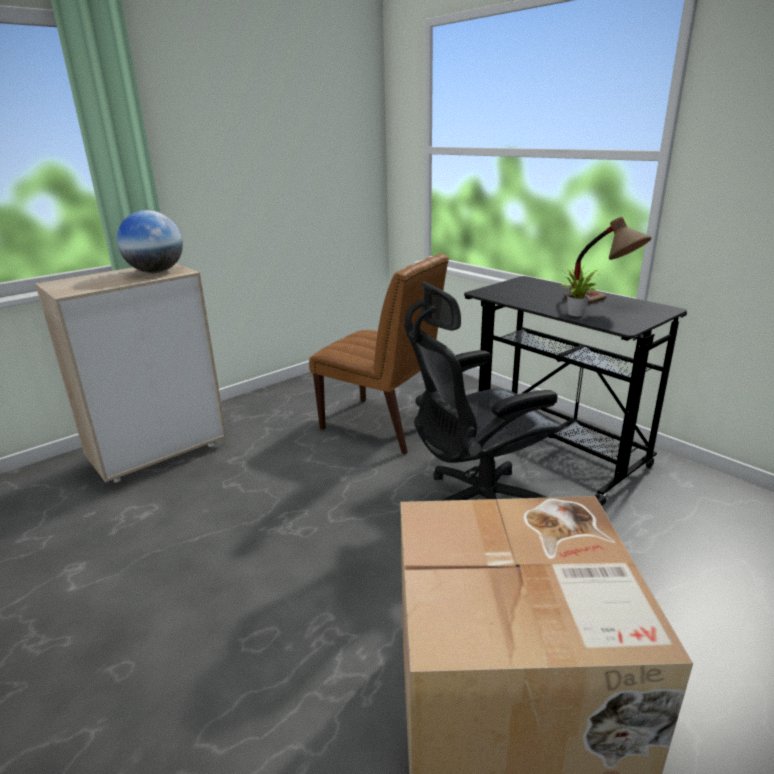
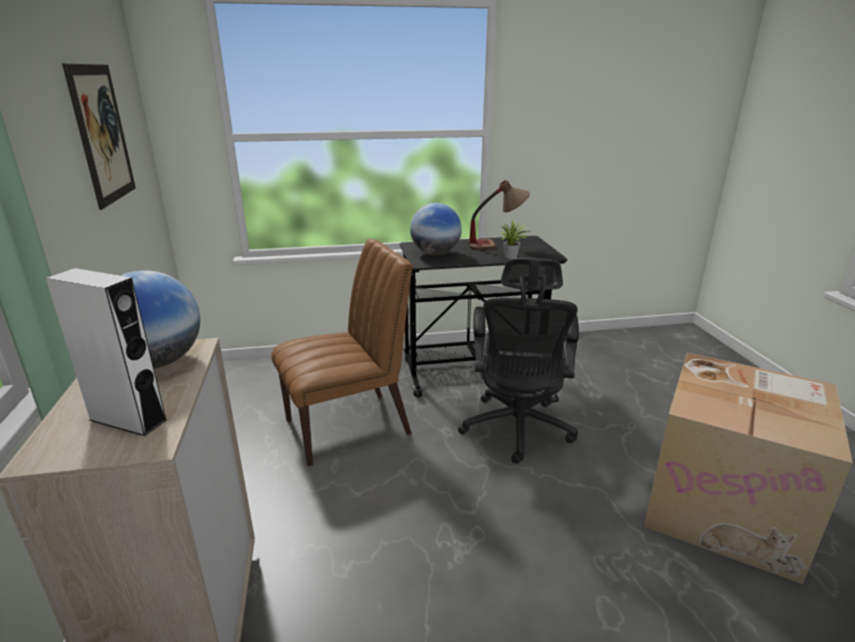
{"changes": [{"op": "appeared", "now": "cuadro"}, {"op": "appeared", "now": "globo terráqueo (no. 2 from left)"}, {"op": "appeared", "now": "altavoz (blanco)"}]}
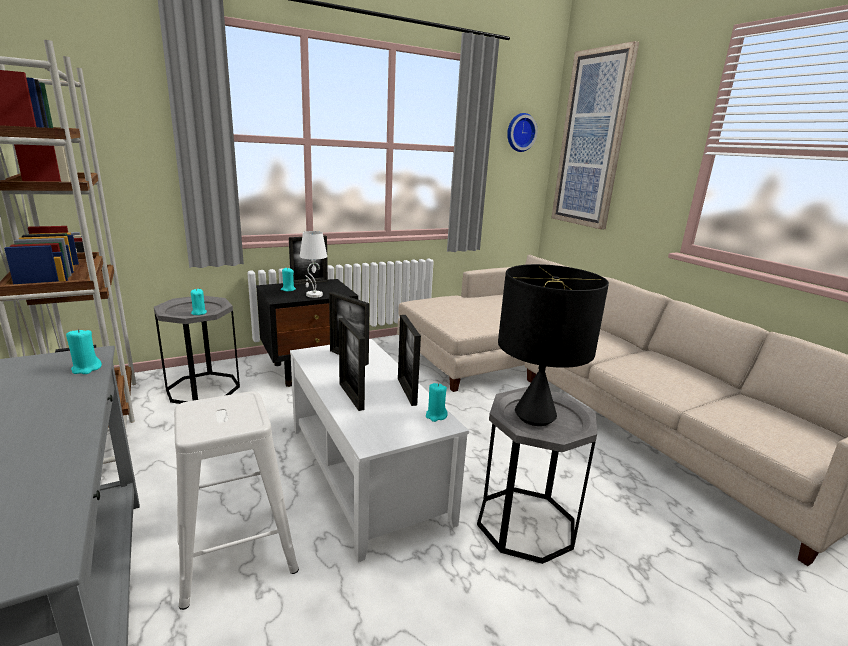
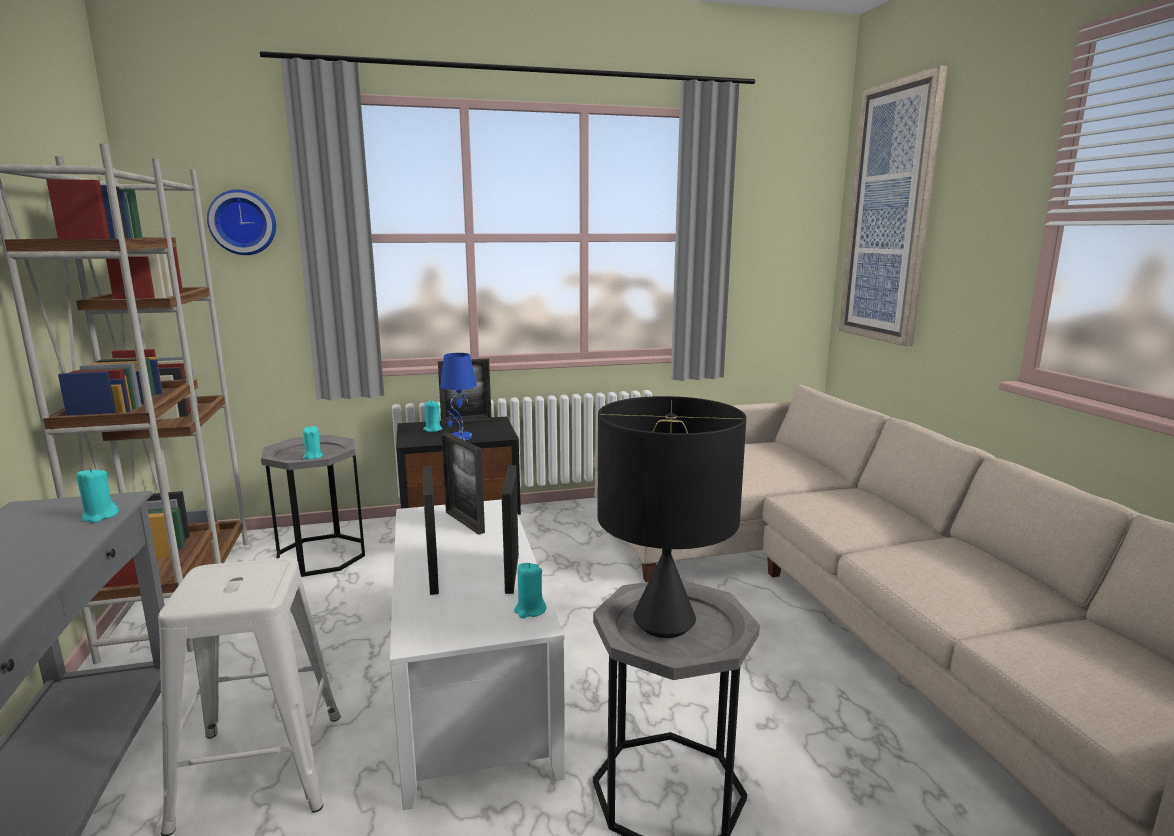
{"changes": [{"op": "relocated", "was": "reloj de pared"}, {"op": "colour", "was": "lámpara de mesa (blanco)", "now": "lámpara de mesa (azul)"}]}
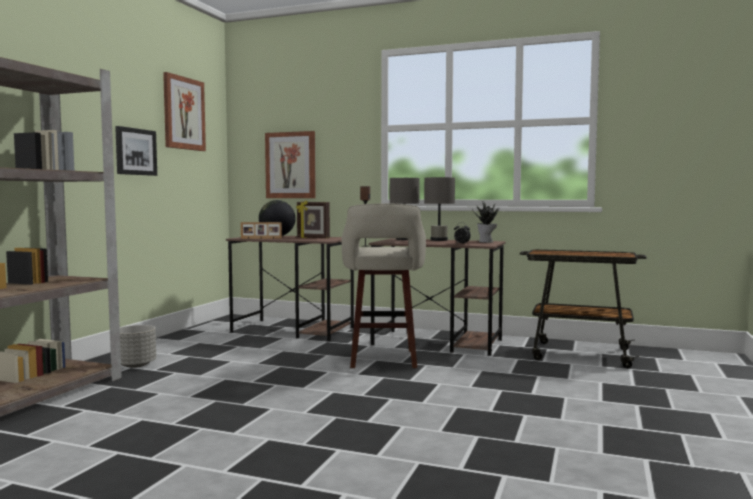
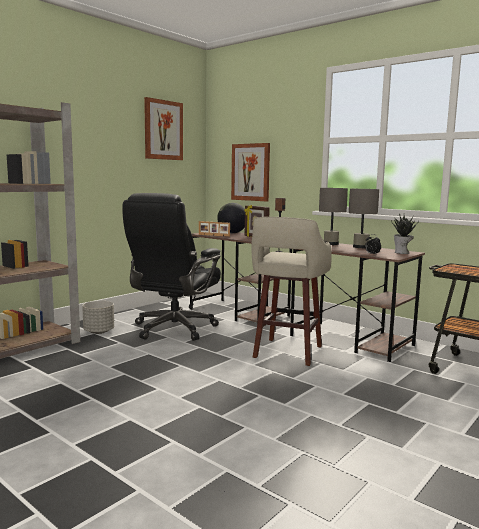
{"changes": [{"op": "missing", "was": "cuadro (no. 1 from left)"}, {"op": "appeared", "now": "silla de oficina (negro)"}]}
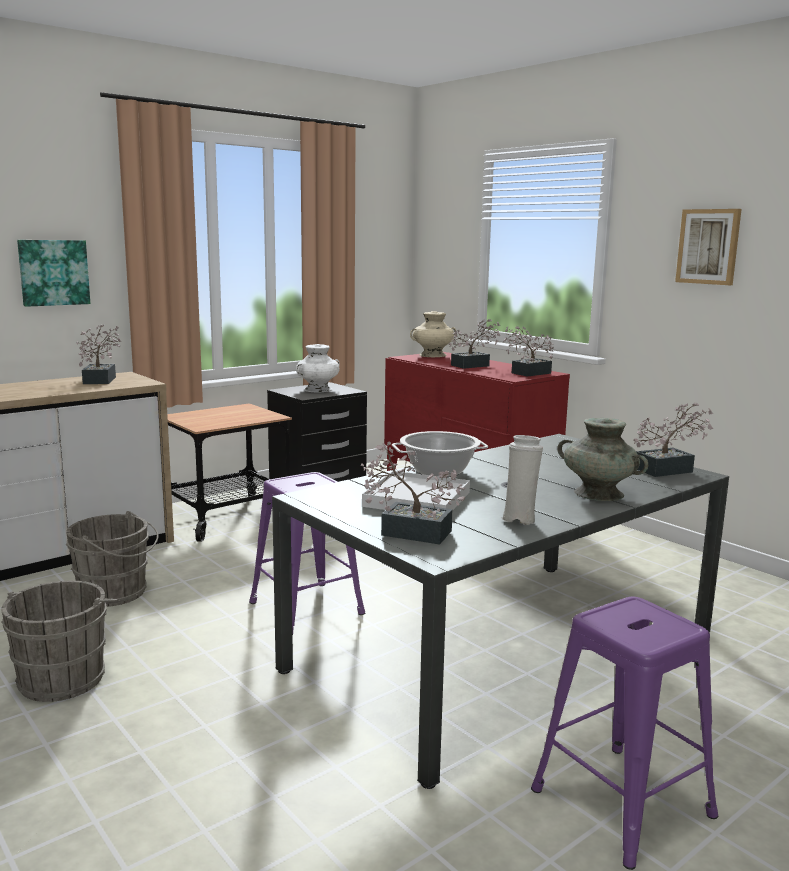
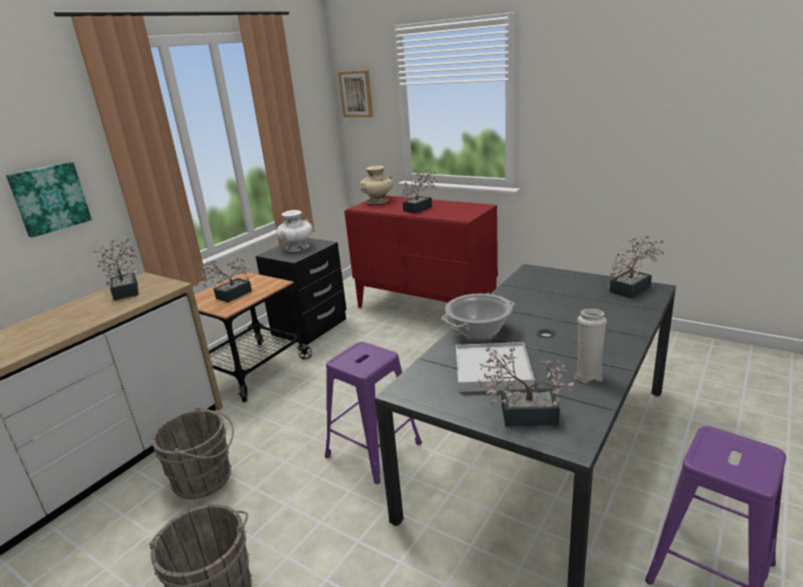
{"changes": [{"op": "relocated", "was": "cuadro (no. 2 from left)"}, {"op": "relocated", "was": "planta en maceta (no. 4 from left in the first image)", "now": "planta en maceta (no. 2 from left)"}, {"op": "missing", "was": "florero (turquesa)"}]}
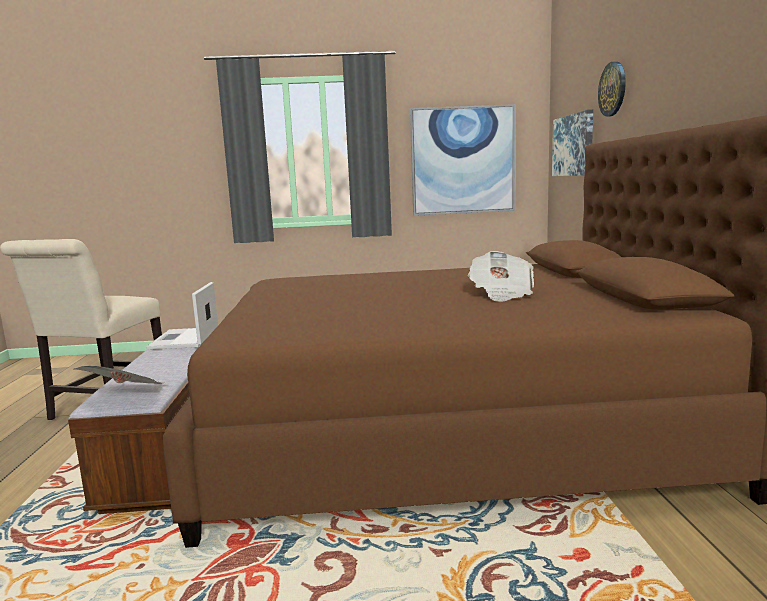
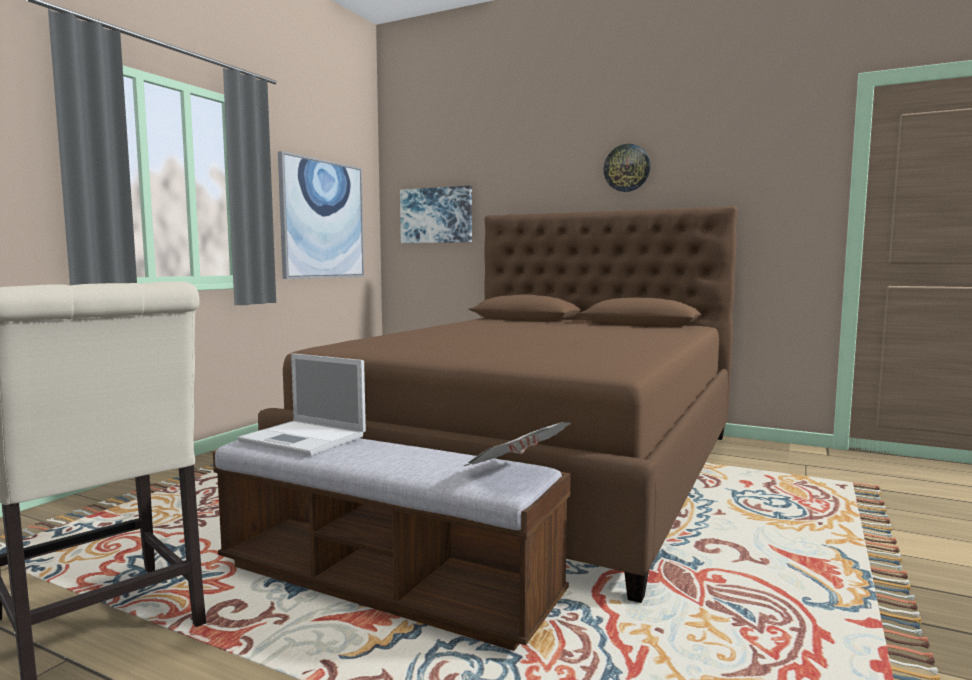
{"changes": [{"op": "relocated", "was": "reloj de pared"}, {"op": "missing", "was": "periódico (no. 2 from left)"}]}
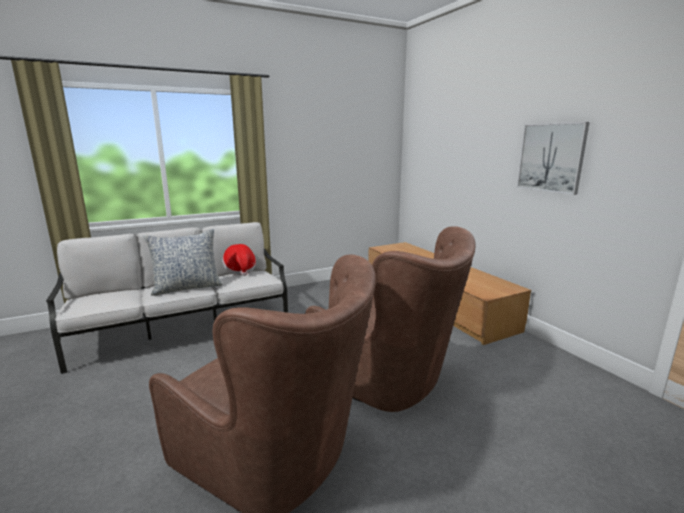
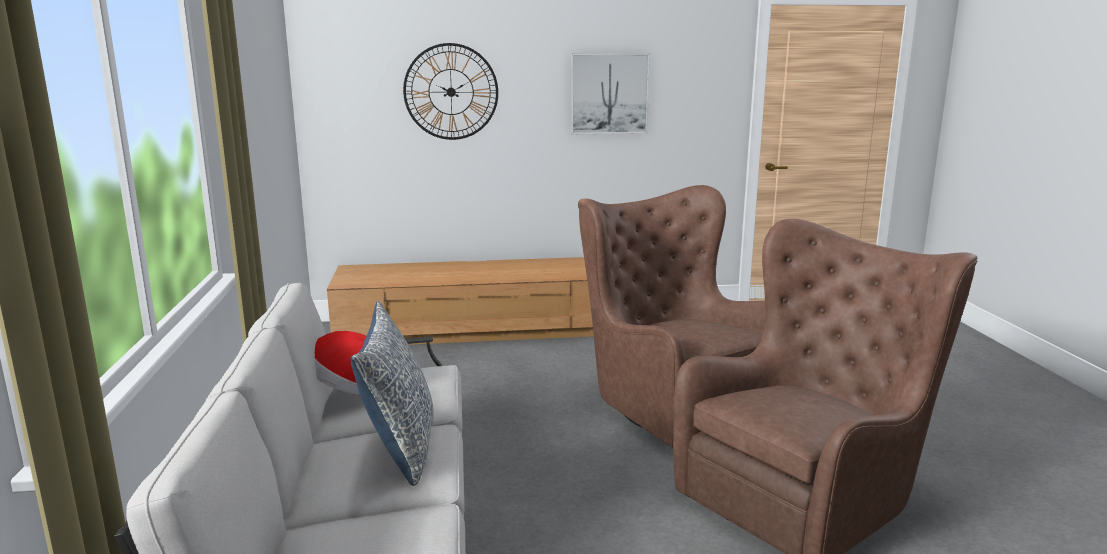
{"changes": [{"op": "spun", "was": "sillón (marrón) (no. 2 from left in the first image)", "clockwise": -90}, {"op": "appeared", "now": "reloj de pared"}]}
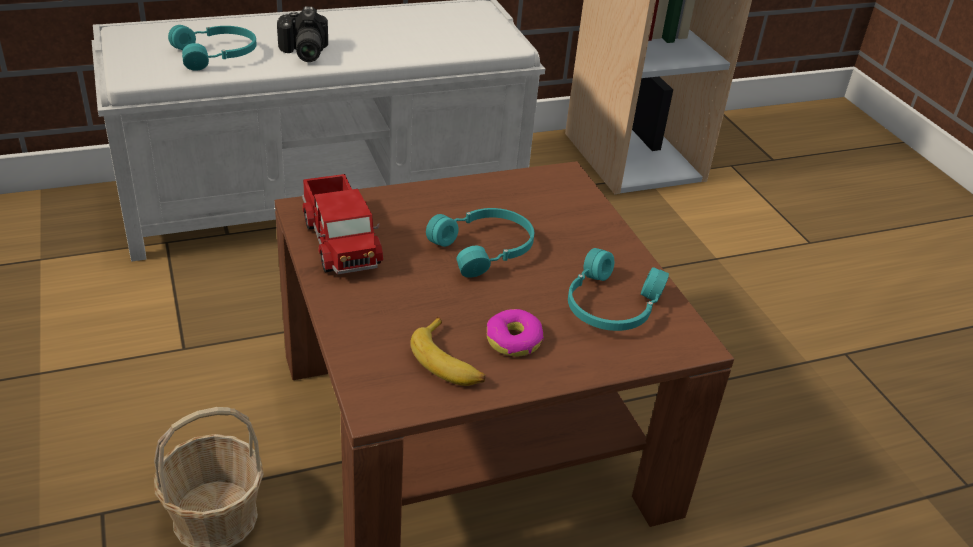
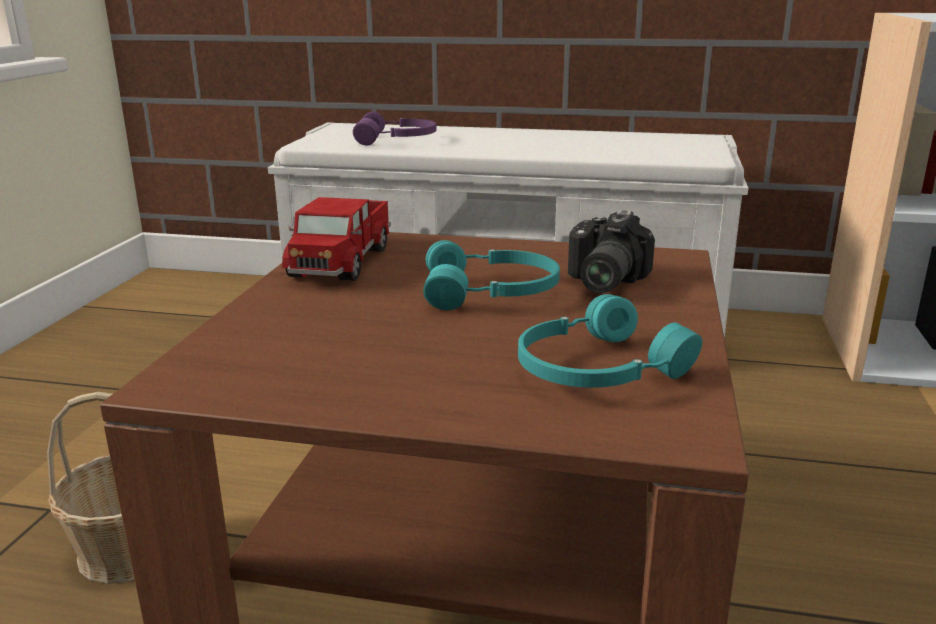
{"changes": [{"op": "relocated", "was": "cámara"}, {"op": "colour", "was": "auriculares (turquesa) (no. 1 from left)", "now": "auriculares (morado)"}, {"op": "missing", "was": "rosquilla"}, {"op": "missing", "was": "plátano"}]}
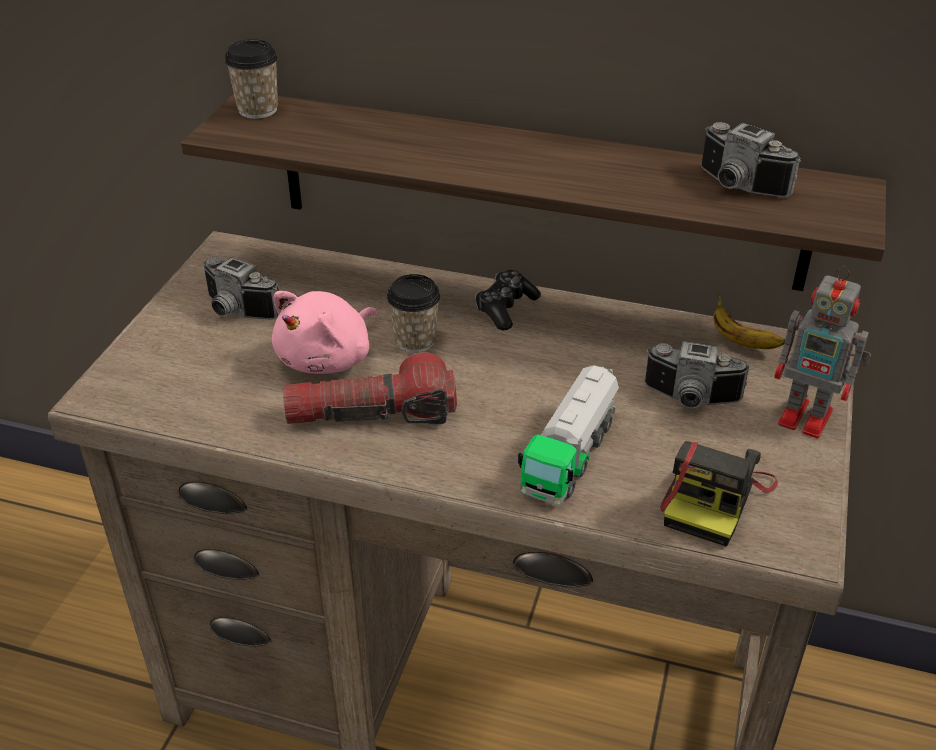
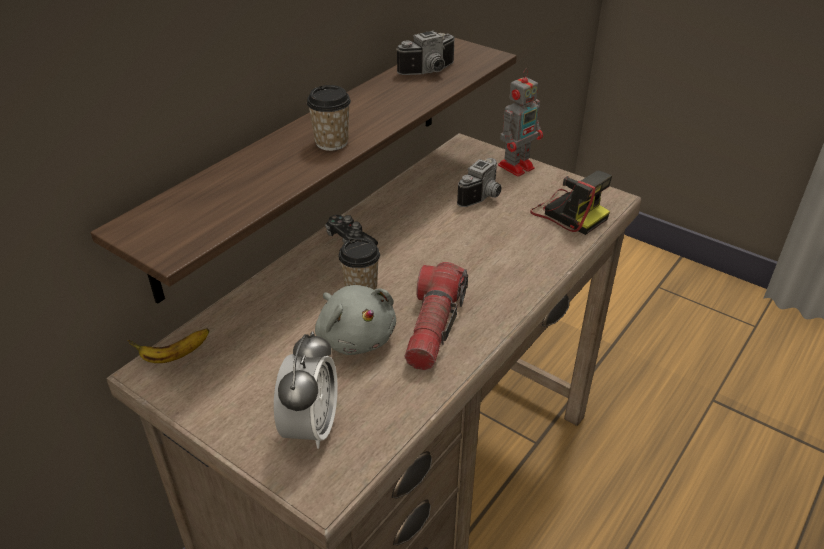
{"changes": [{"op": "relocated", "was": "taza (no. 1 from left)"}, {"op": "missing", "was": "cámara (no. 1 from left)"}, {"op": "colour", "was": "peluche (rosa)", "now": "peluche (gris)"}, {"op": "relocated", "was": "plátano"}, {"op": "missing", "was": "camión de juguete"}, {"op": "appeared", "now": "despertador"}]}
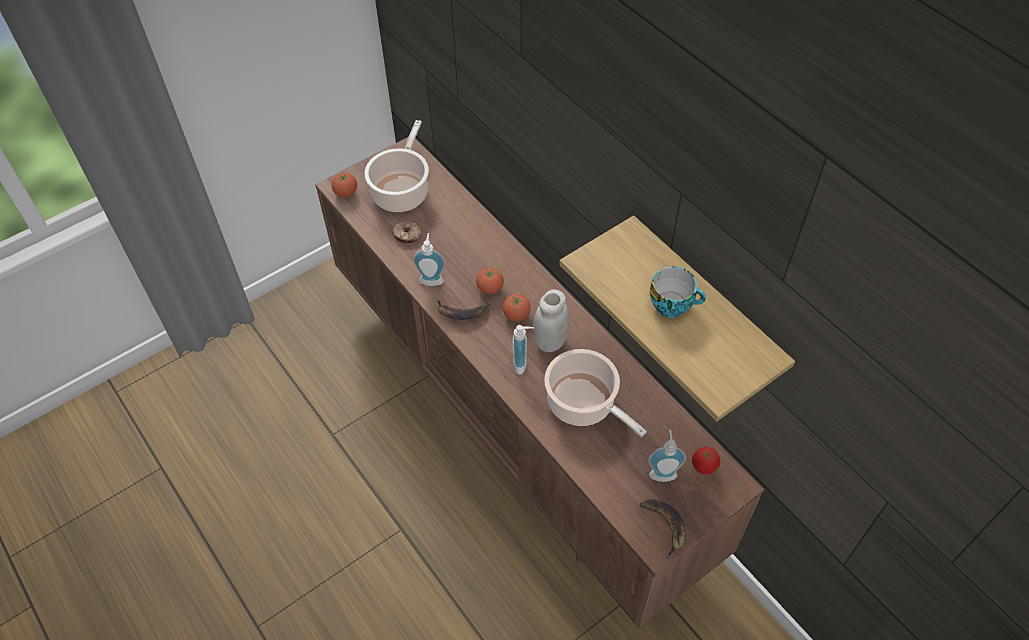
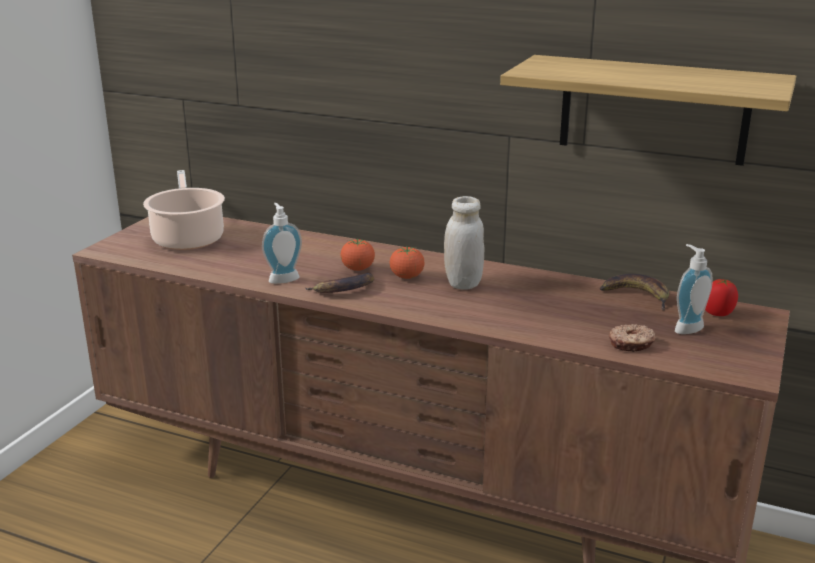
{"changes": [{"op": "missing", "was": "tomate (no. 1 from left)"}, {"op": "relocated", "was": "rosquilla"}, {"op": "missing", "was": "taza"}, {"op": "missing", "was": "dispensador de jabón (no. 2 from left)"}, {"op": "missing", "was": "olla (no. 2 from left)"}, {"op": "relocated", "was": "plátano (no. 2 from left)"}]}
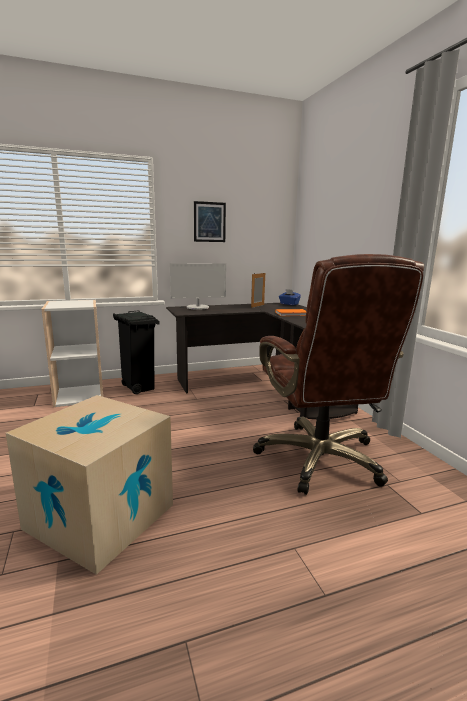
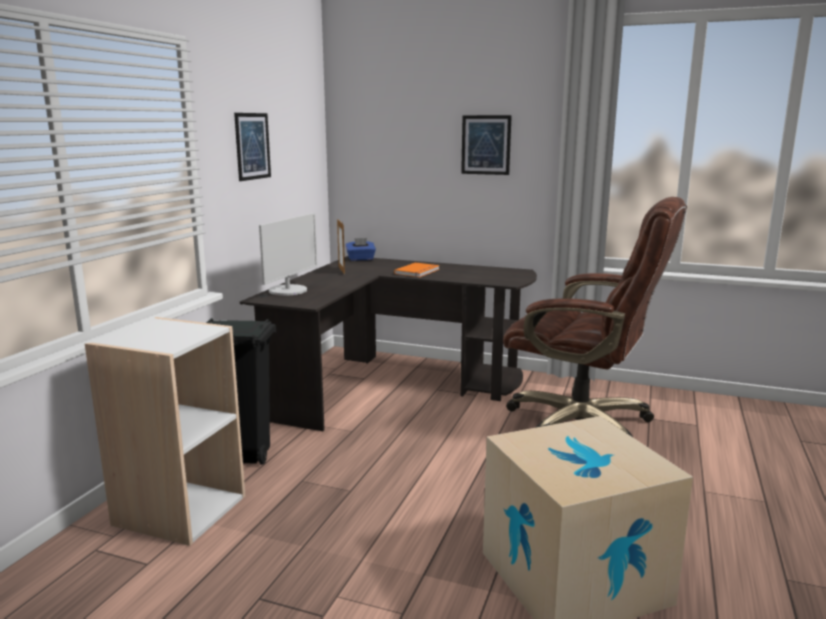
{"changes": [{"op": "appeared", "now": "cuadro (no. 2 from left)"}]}
